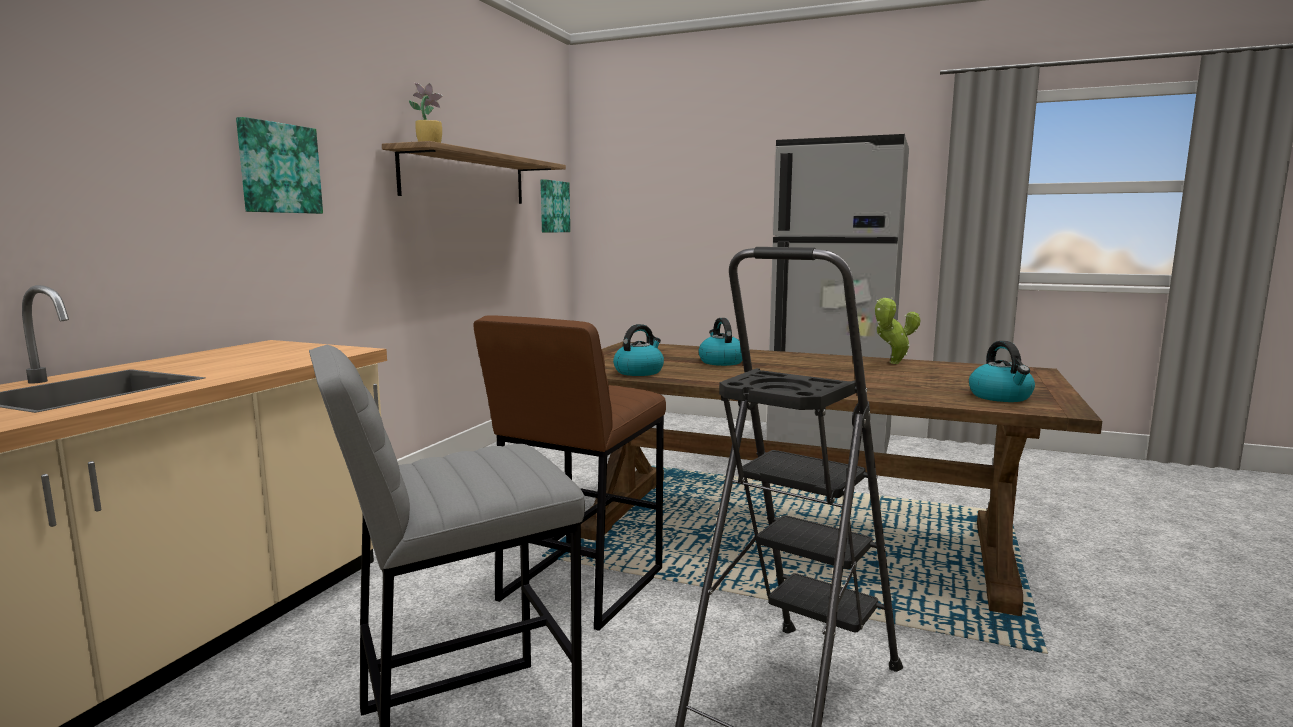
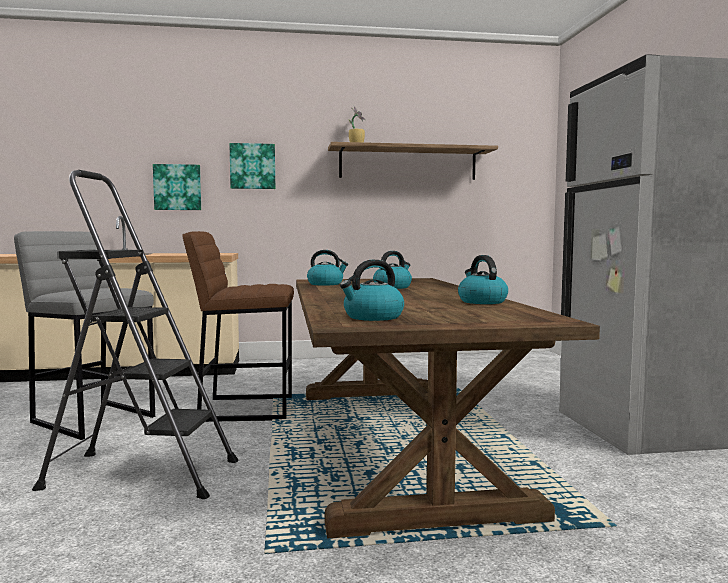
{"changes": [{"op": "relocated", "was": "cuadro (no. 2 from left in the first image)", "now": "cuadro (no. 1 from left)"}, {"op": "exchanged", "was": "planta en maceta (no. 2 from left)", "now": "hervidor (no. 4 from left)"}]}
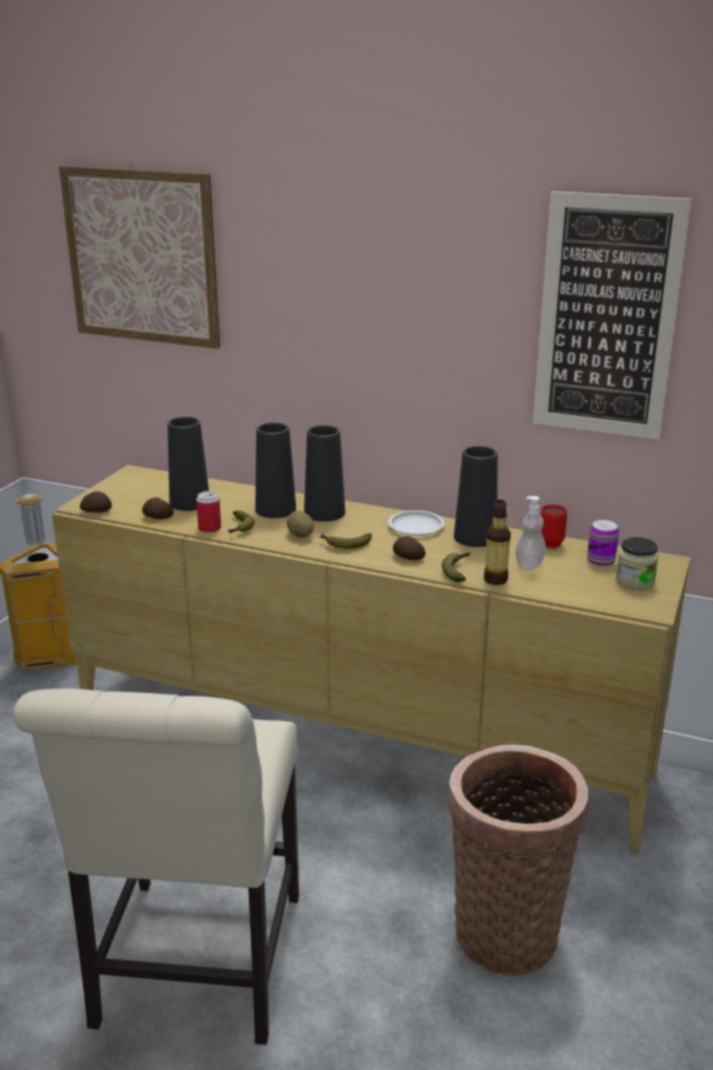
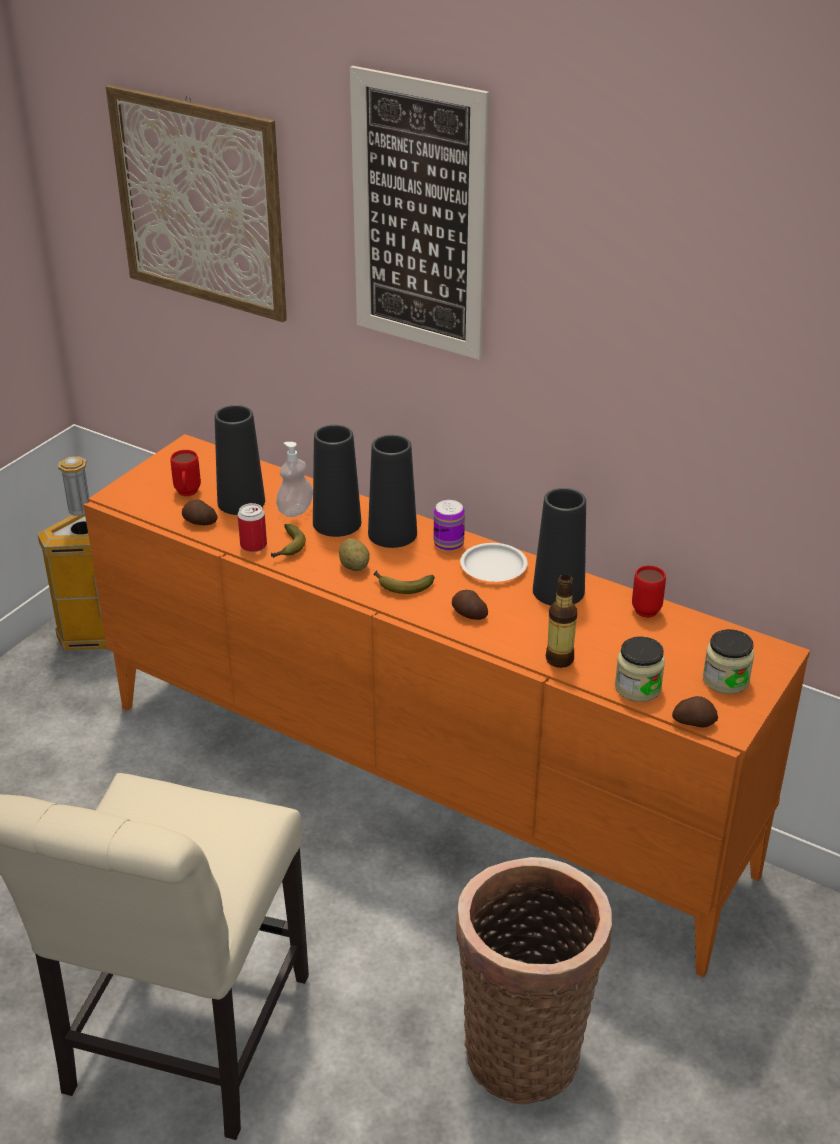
{"changes": [{"op": "relocated", "was": "cuadro (no. 2 from left)"}, {"op": "colour", "was": "armario (beis)", "now": "armario (naranja)"}, {"op": "relocated", "was": "patata (no. 1 from left in the first image)", "now": "patata (no. 4 from left)"}, {"op": "relocated", "was": "dispensador de jabón"}, {"op": "relocated", "was": "lata (no. 2 from left)"}, {"op": "missing", "was": "plátano (no. 3 from left)"}, {"op": "appeared", "now": "taza grande (rojo) (no. 1 from left)"}, {"op": "appeared", "now": "tarro (no. 1 from left)"}]}
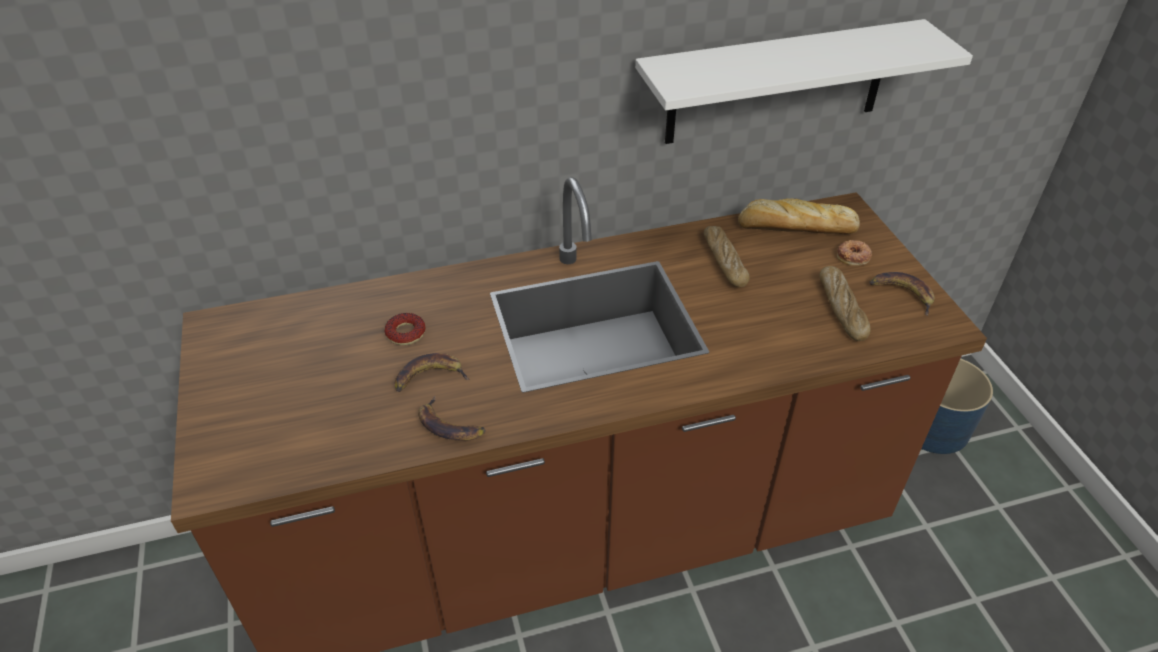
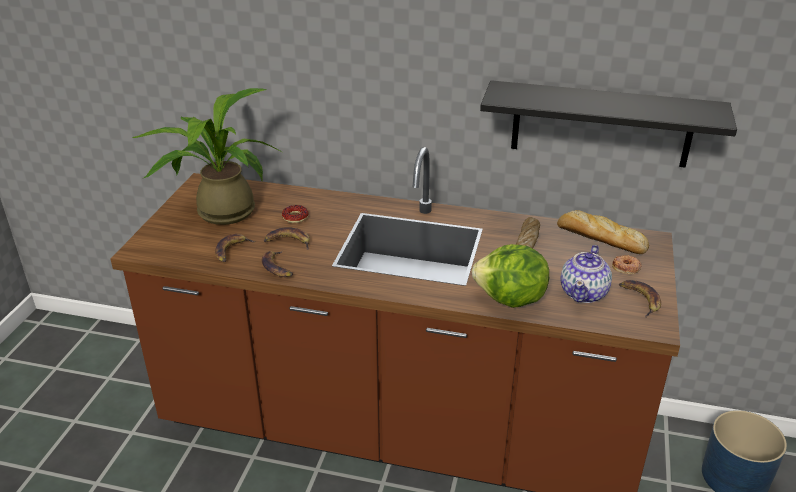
{"changes": [{"op": "colour", "was": "estante (blanco)", "now": "estante (negro)"}, {"op": "exchanged", "was": "pan (no. 3 from left)", "now": "tetera"}, {"op": "appeared", "now": "planta en maceta"}, {"op": "appeared", "now": "plátano (no. 1 from left)"}, {"op": "appeared", "now": "lechuga"}]}
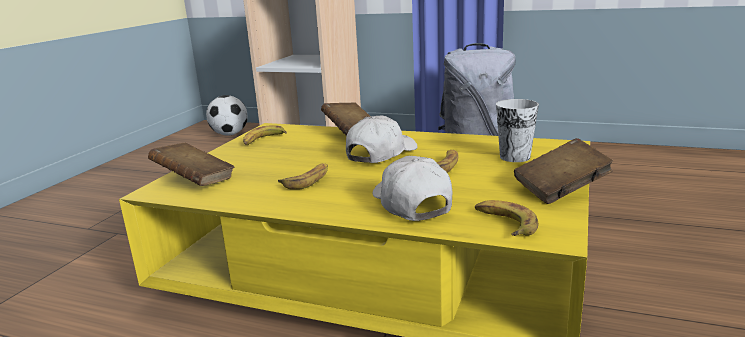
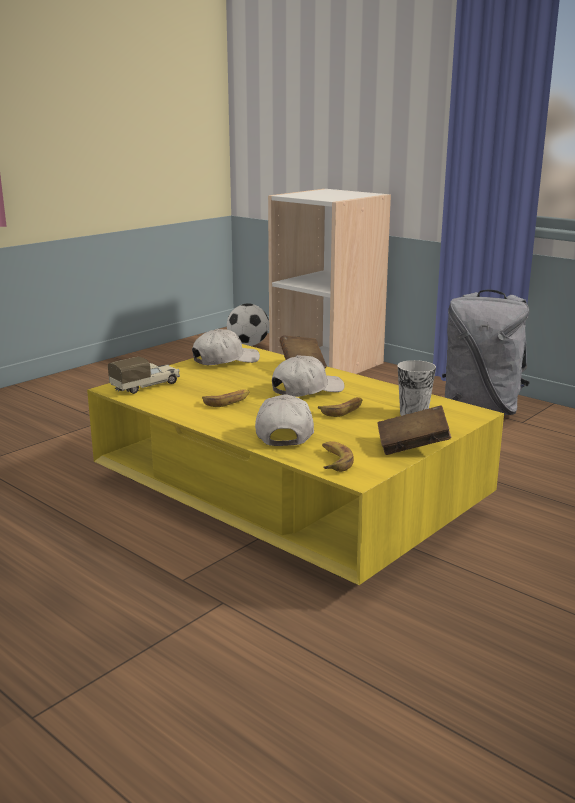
{"changes": [{"op": "exchanged", "was": "plátano (no. 1 from left)", "now": "gorra (blanco) (no. 1 from left)"}, {"op": "exchanged", "was": "libro (marrón) (no. 1 from left)", "now": "camión de juguete"}]}
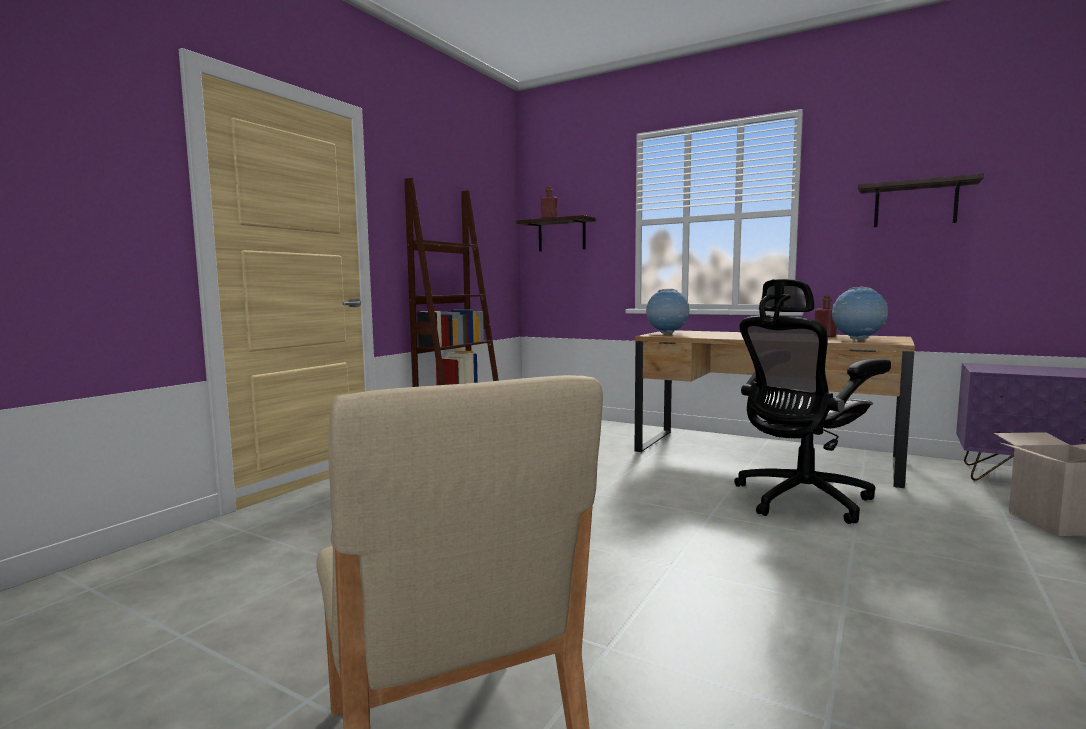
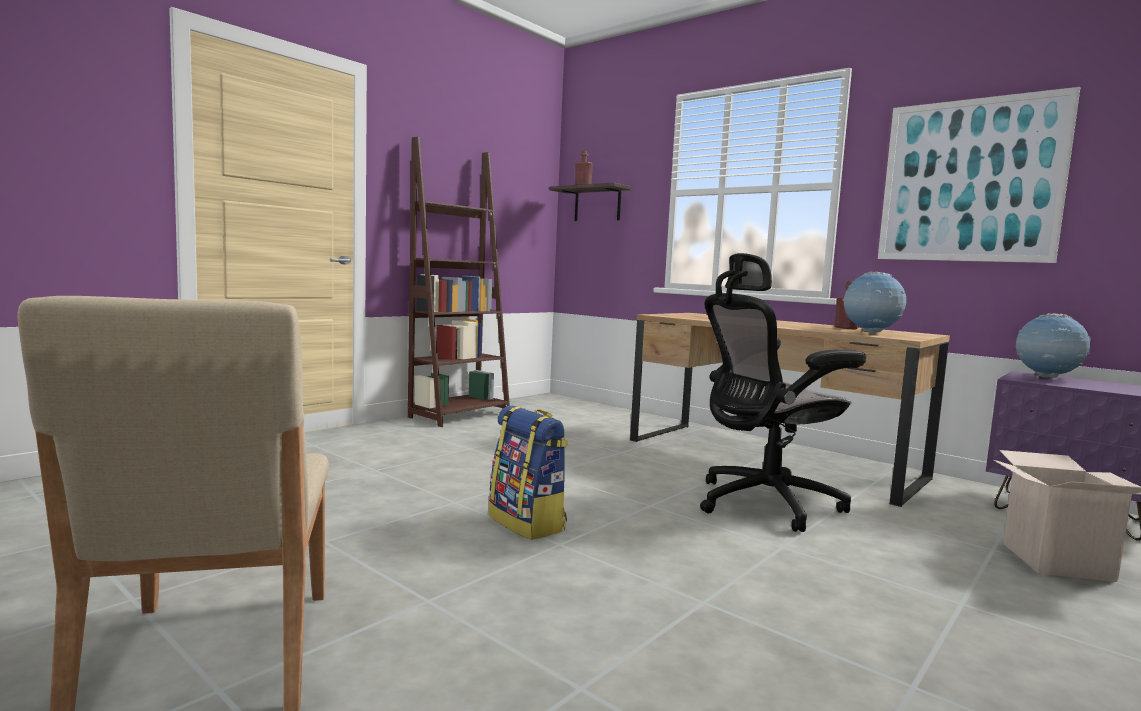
{"changes": [{"op": "exchanged", "was": "estante (no. 2 from left)", "now": "cuadro"}, {"op": "relocated", "was": "globo terráqueo (no. 1 from left in the first image)", "now": "globo terráqueo (no. 2 from left)"}, {"op": "appeared", "now": "mochila"}]}
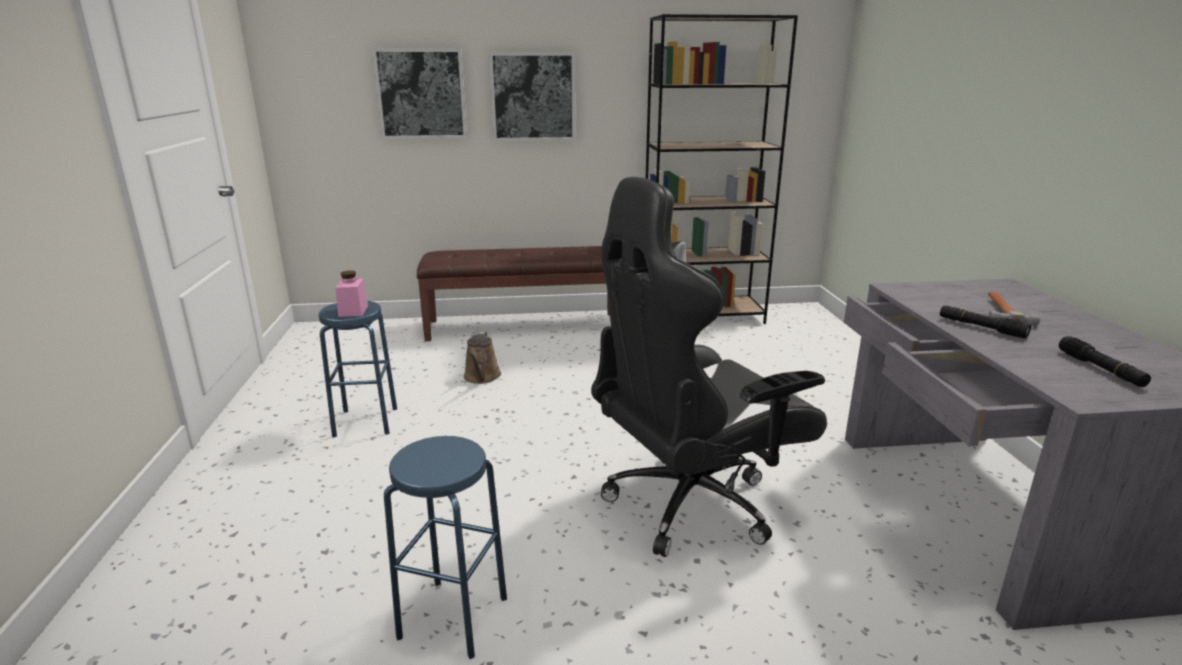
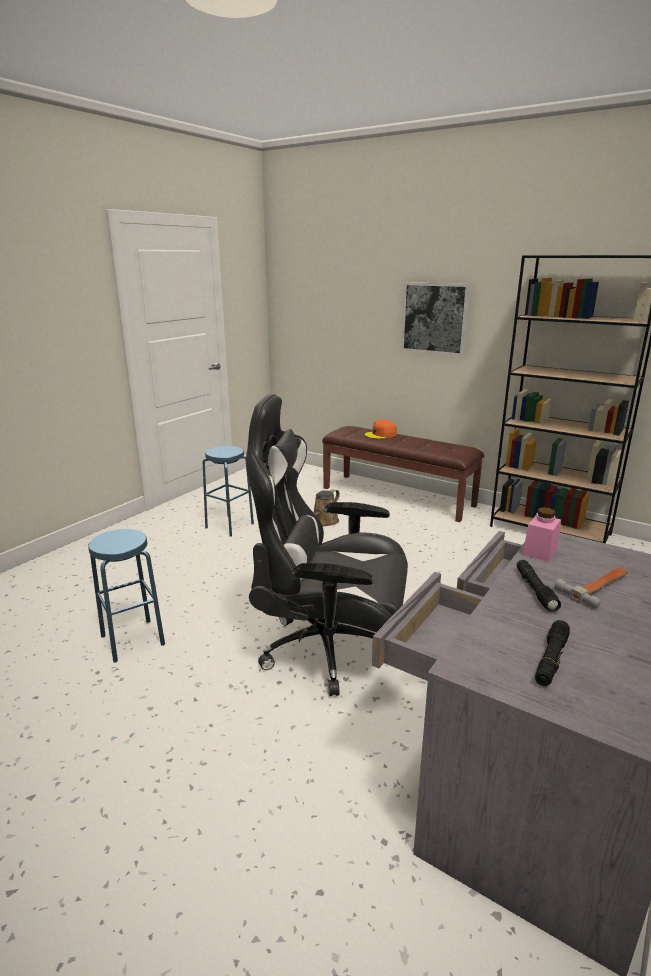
{"changes": [{"op": "missing", "was": "cuadro (no. 1 from left)"}, {"op": "relocated", "was": "tarro (rosa)"}, {"op": "appeared", "now": "gorra (naranja)"}]}
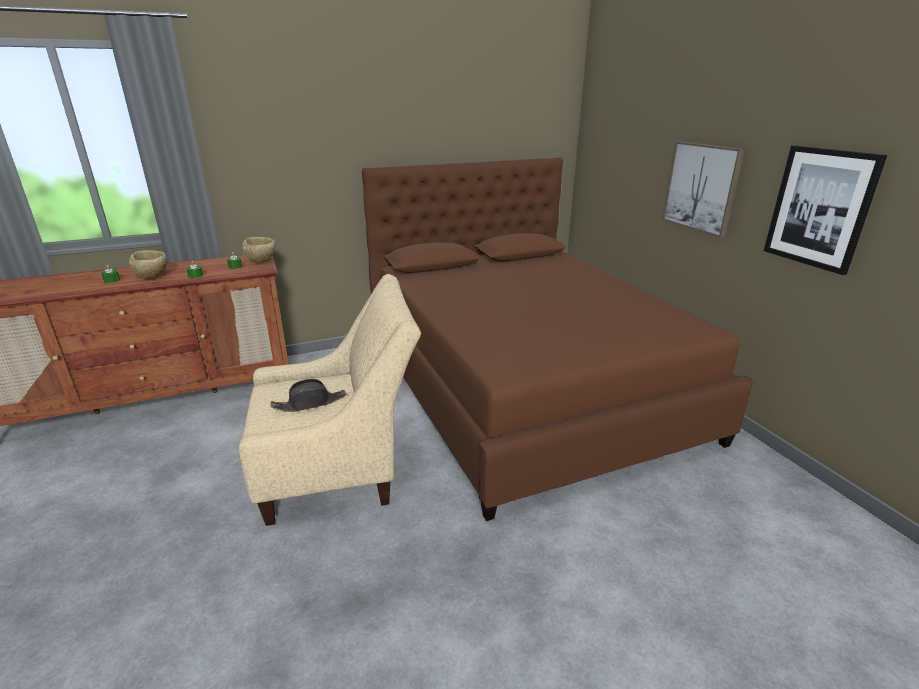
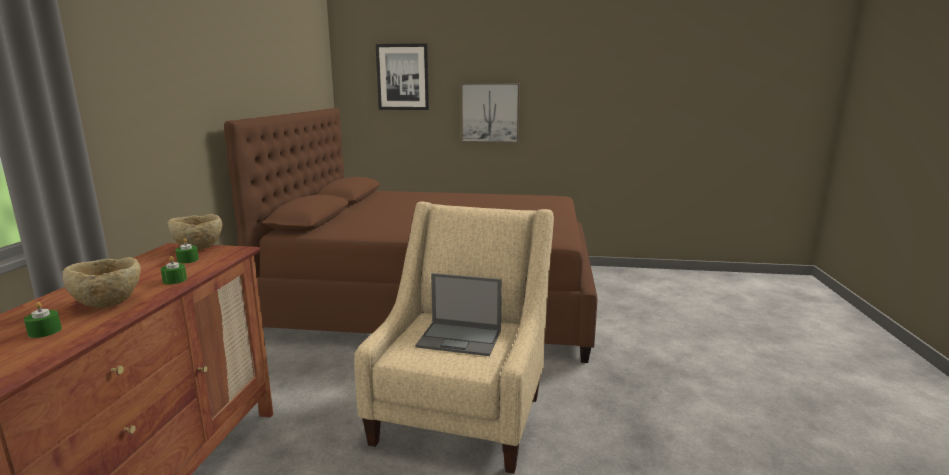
{"changes": [{"op": "relocated", "was": "cuadro (no. 2 from left in the first image)", "now": "cuadro (no. 1 from left)"}, {"op": "exchanged", "was": "sombrero (negro)", "now": "portátil"}]}
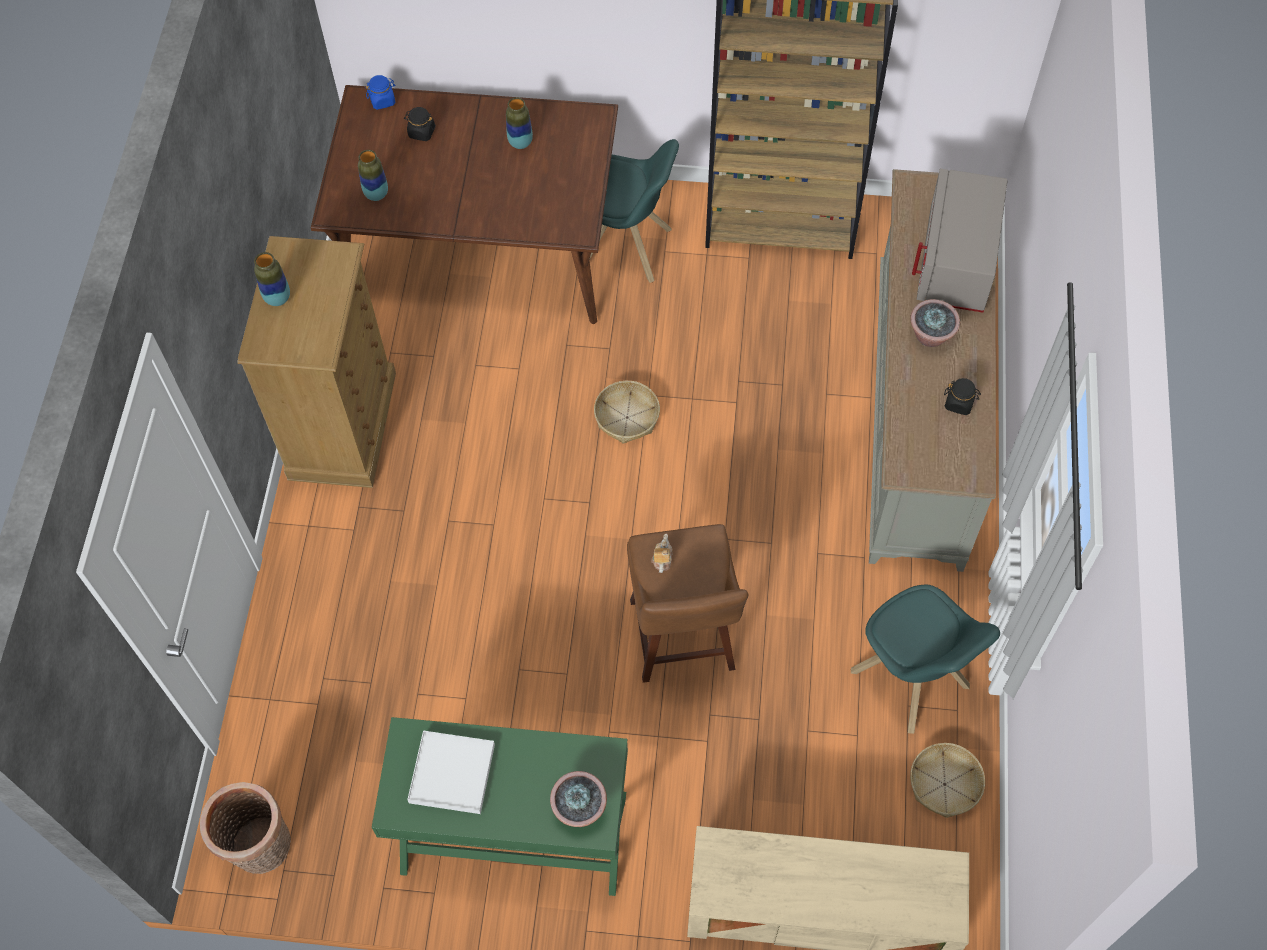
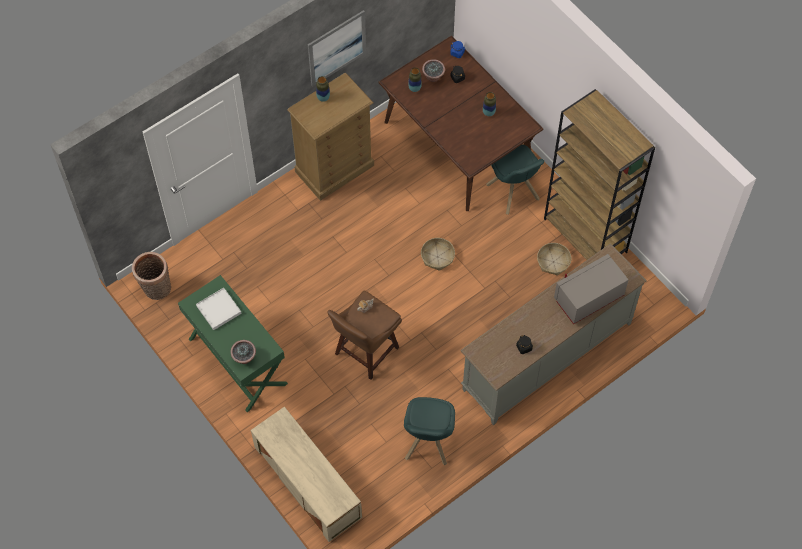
{"changes": [{"op": "relocated", "was": "planta en maceta (no. 2 from left)"}, {"op": "relocated", "was": "cesta (no. 3 from left)"}, {"op": "appeared", "now": "cuadro"}]}
